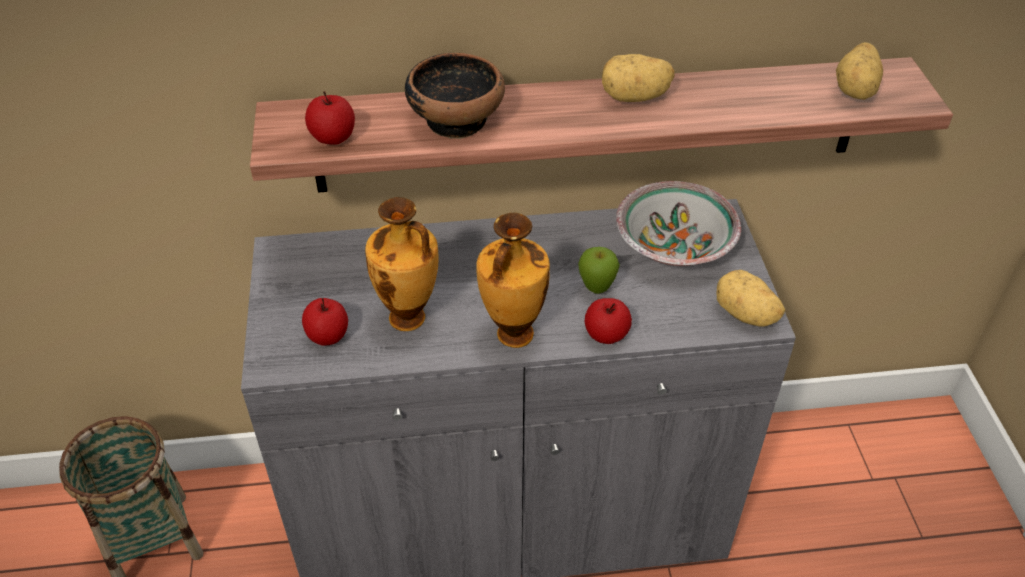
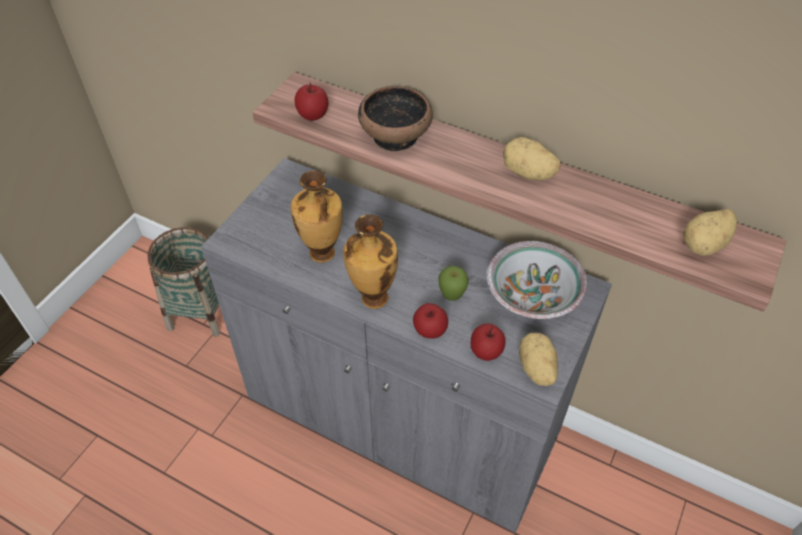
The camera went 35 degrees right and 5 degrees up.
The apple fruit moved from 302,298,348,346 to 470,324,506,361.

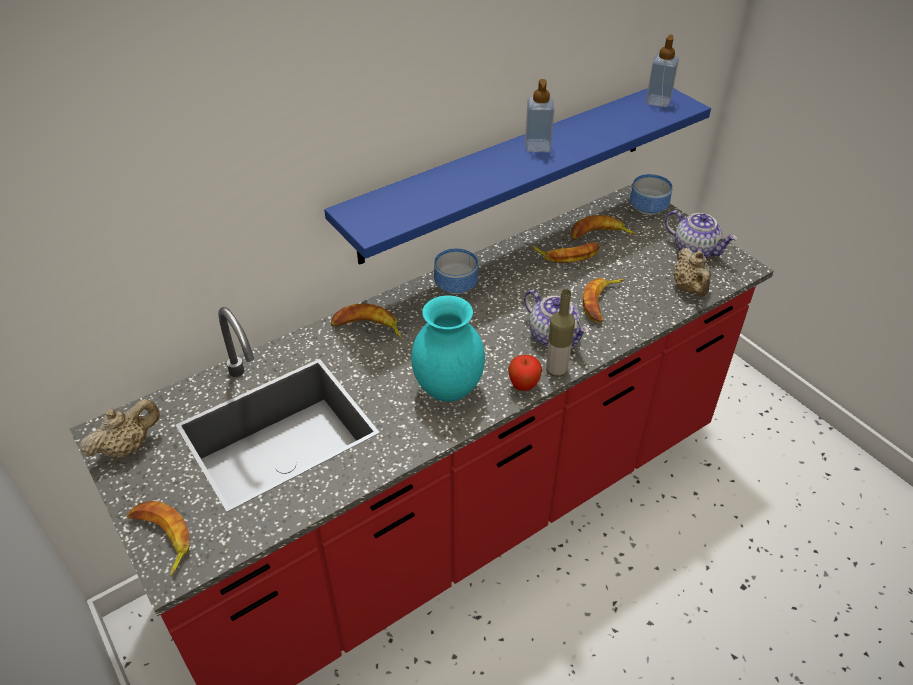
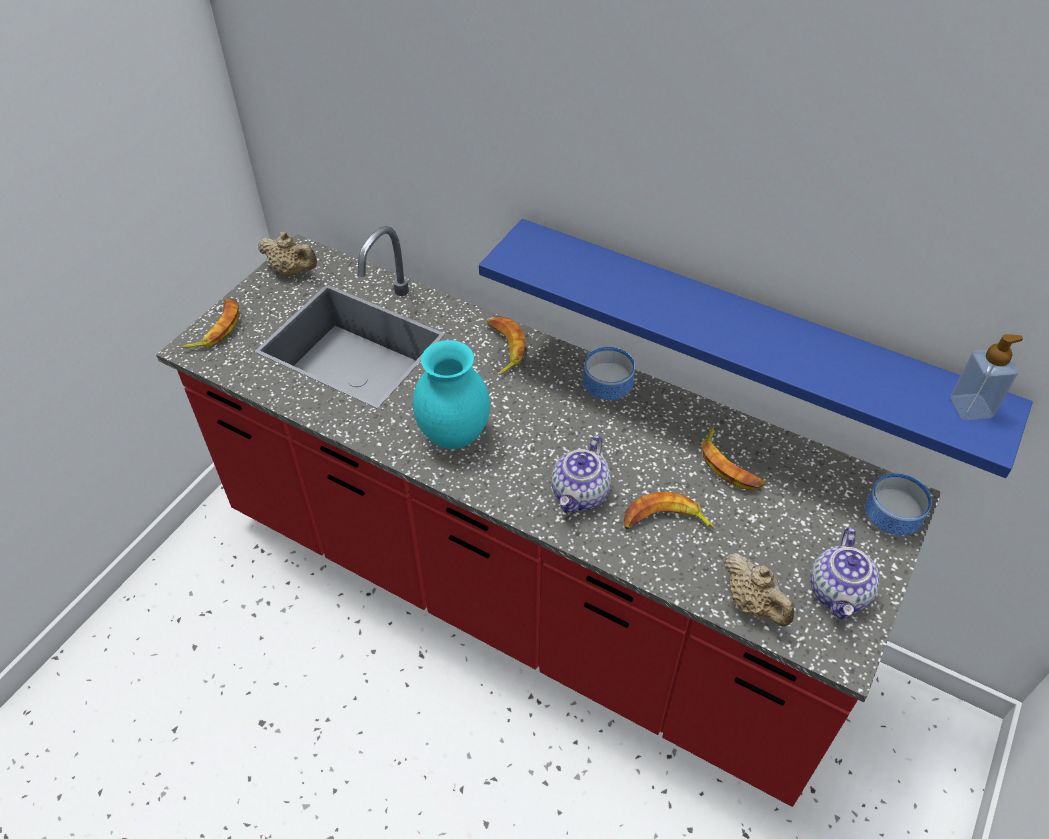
The camera went 65 degrees right and 5 degrees up.
The sand-coloured pot for tea at 674,248,711,297 turned 90 degrees counterclockwise.
The apple fruit at 508,355,542,391 disappeared.
The soap dispenser at 525,79,554,152 disappeared.
The drink bottle at 546,289,575,377 disappeared.
The banana at 571,215,637,240 disappeared.

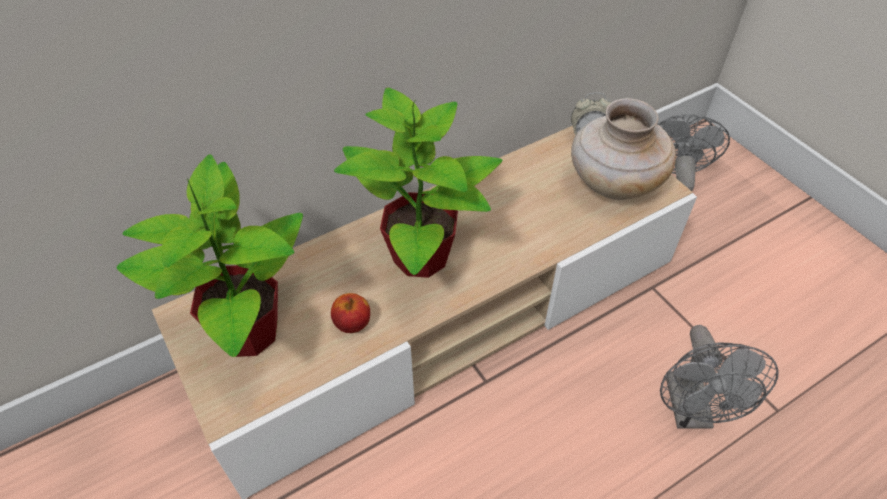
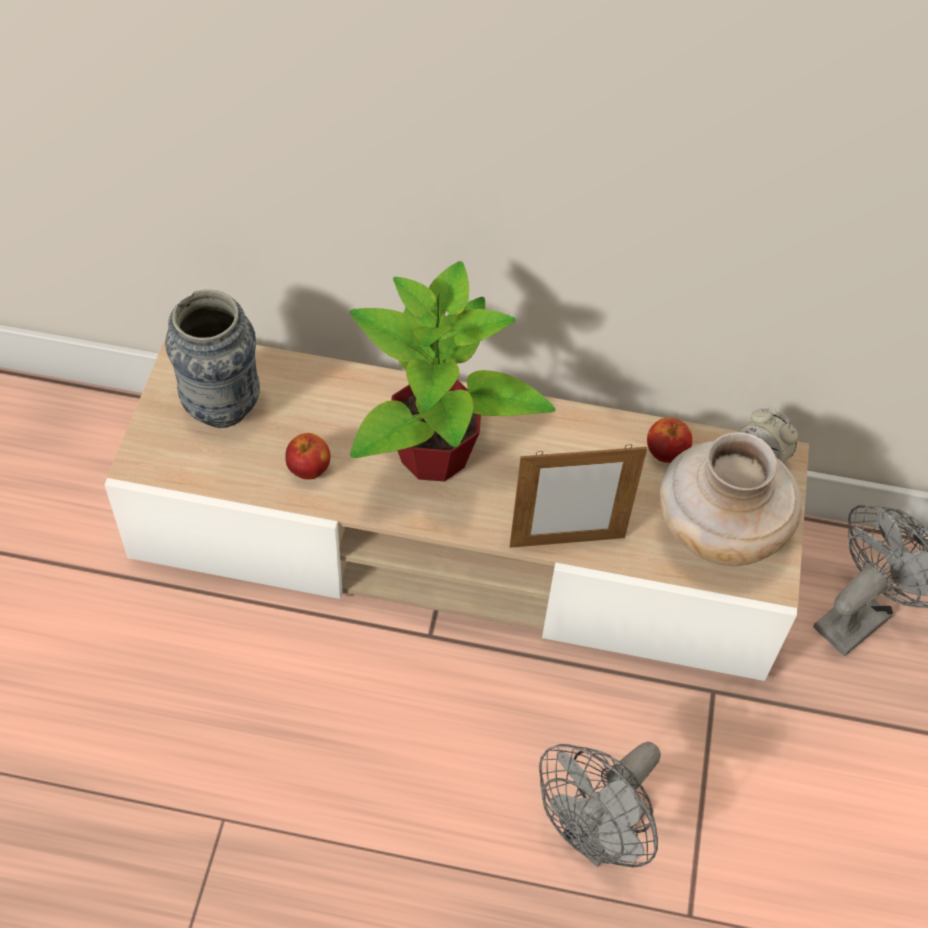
The camera went 40 degrees right and 5 degrees up.
The plant in a pot at 117,154,303,357 was replaced by the decorative vase at 165,289,260,428.
The standing frame at 510,444,647,548 appeared.
The apple fruit at 647,418,692,463 appeared.

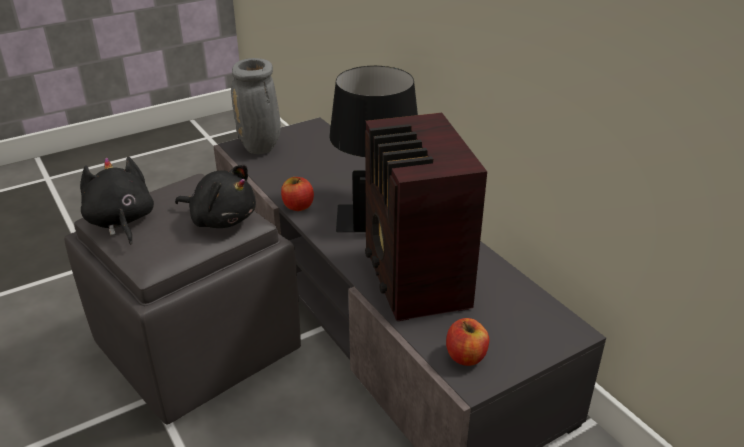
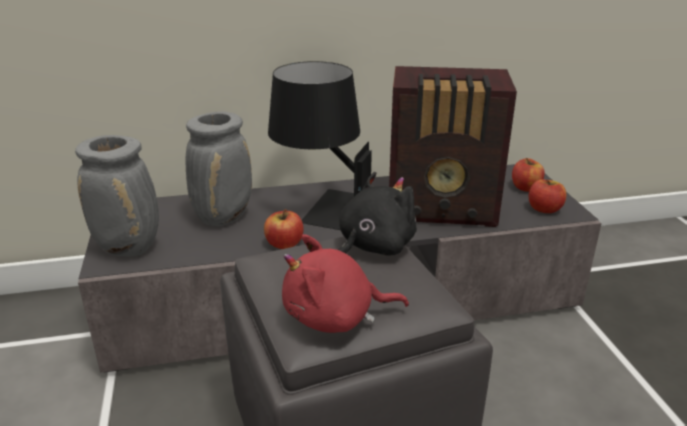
The camera went 70 degrees left and 5 degrees down.
The greyish decorative vase at 185,112,252,226 appeared.
The blackish cuddly toy at 80,156,154,245 became the reddish cuddly toy at 282,234,409,333.
The apple fruit at 512,158,545,192 appeared.

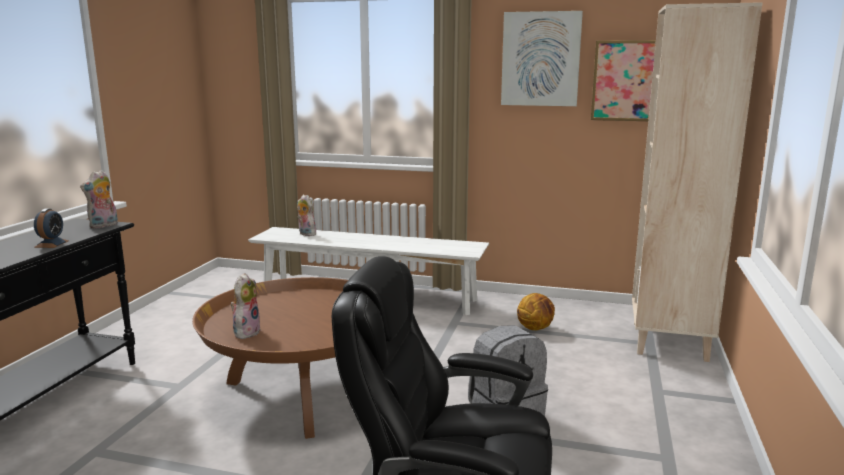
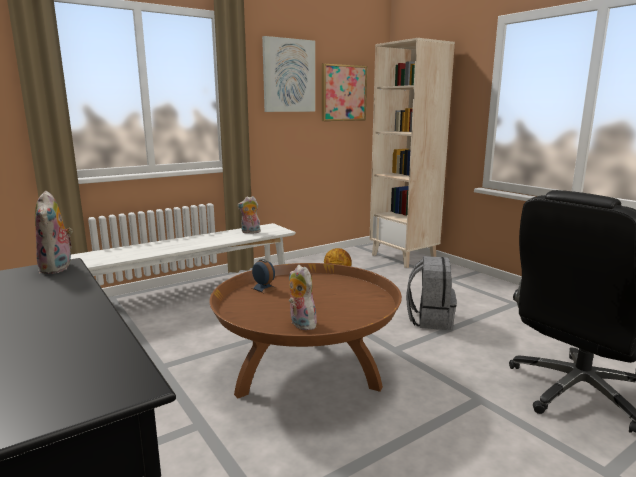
The camera went 50 degrees left and 0 degrees up.
The cuddly toy moved from 297,194,316,236 to 237,196,261,233.
The bedside clock moved from 34,208,69,248 to 251,259,277,294.

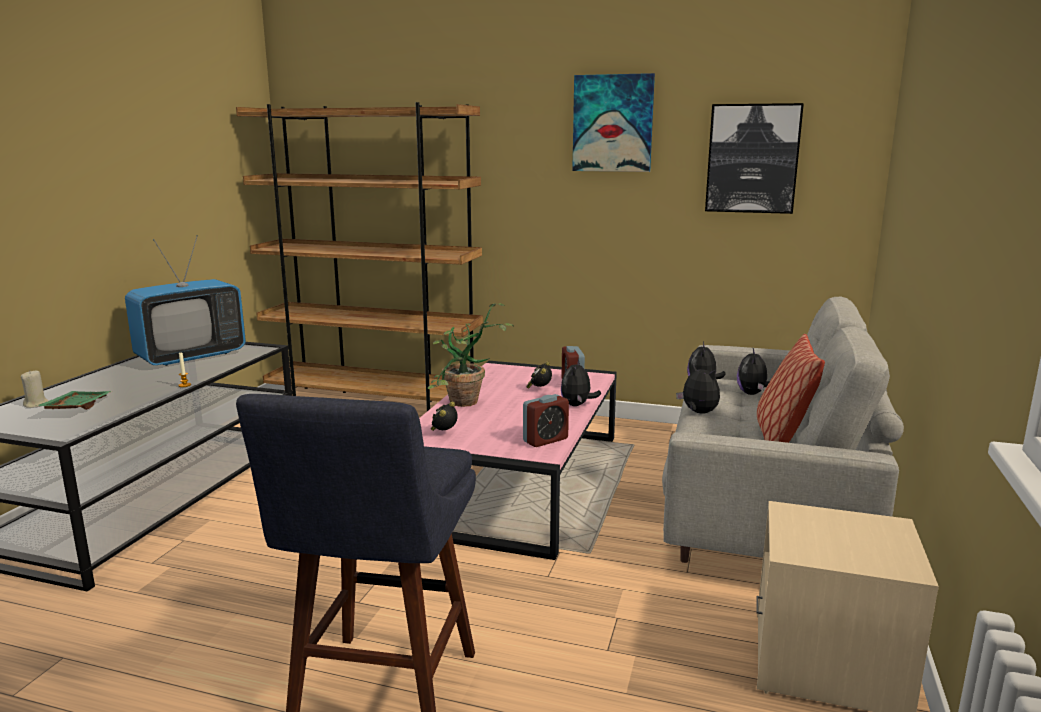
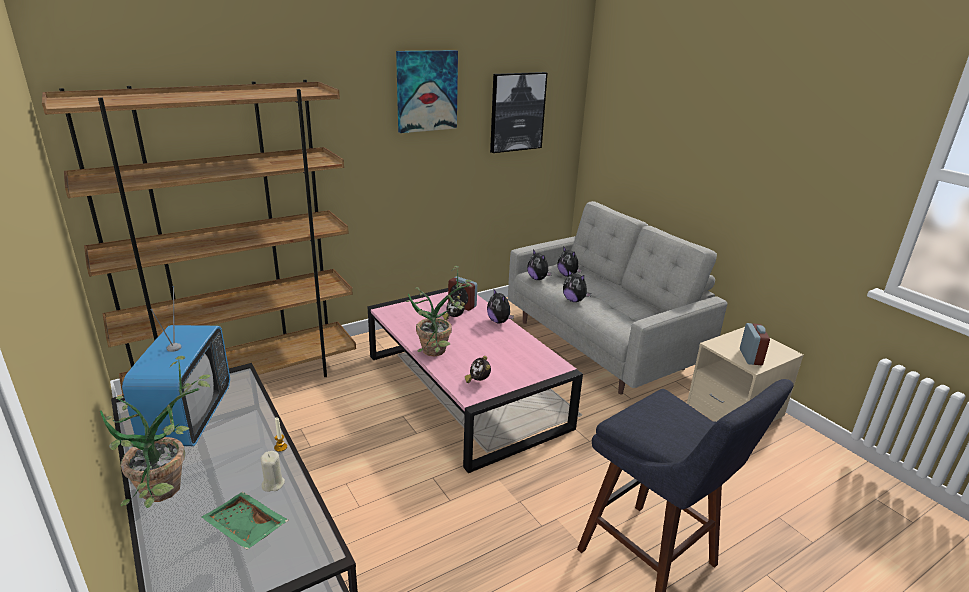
The camera went 50 degrees left and 10 degrees up.
The plant in a pot at 100,356,211,508 appeared.
The sand-coloured wax light moved from 21,371,48,408 to 261,451,285,492.
The cuddly toy at 676,364,720,414 turned 135 degrees counterclockwise.
The bedside clock moved from 523,394,569,447 to 740,323,770,365.
The pillow at 757,334,825,443 disappeared.

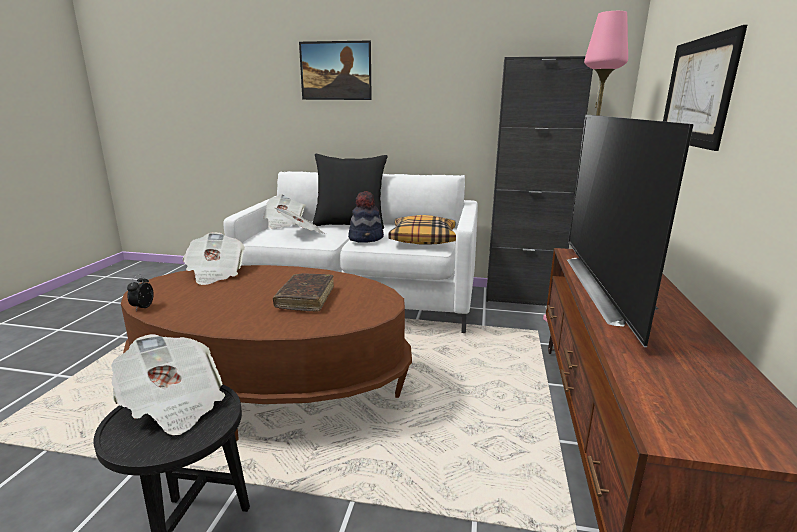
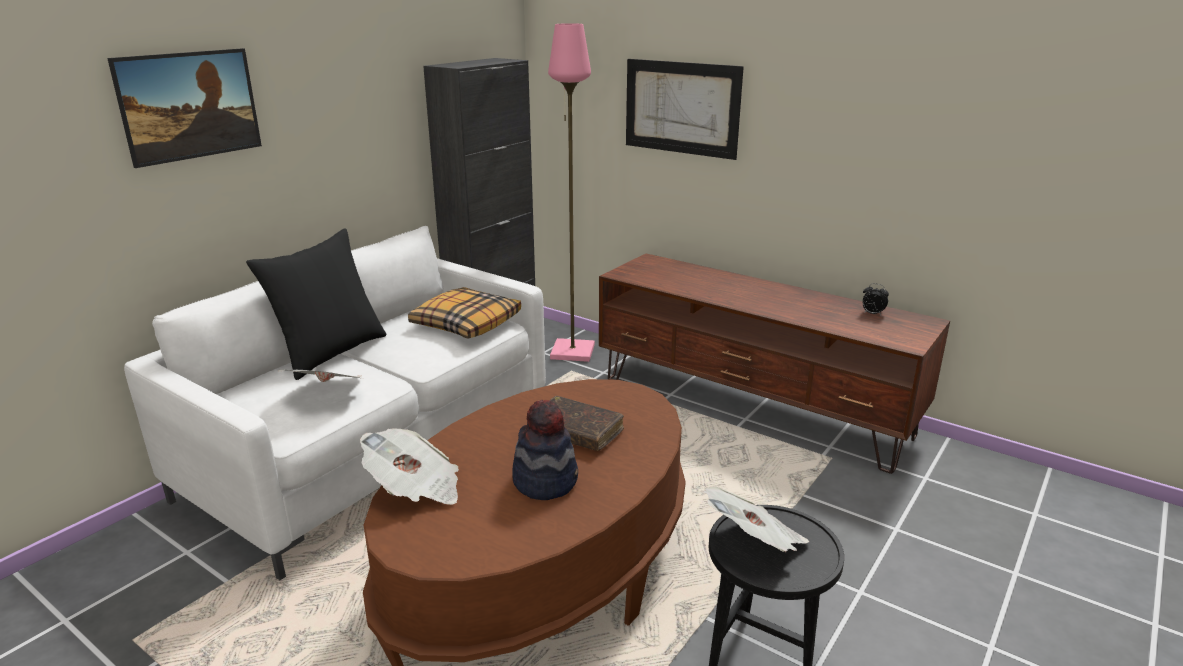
The camera went 65 degrees left and 5 degrees up.
The hat moved from 348,191,384,243 to 512,400,578,500.
The bedside clock moved from 127,275,154,311 to 863,283,889,315.
The daily paper at 263,194,306,229 disappeared.
The TV at 567,115,694,347 disappeared.

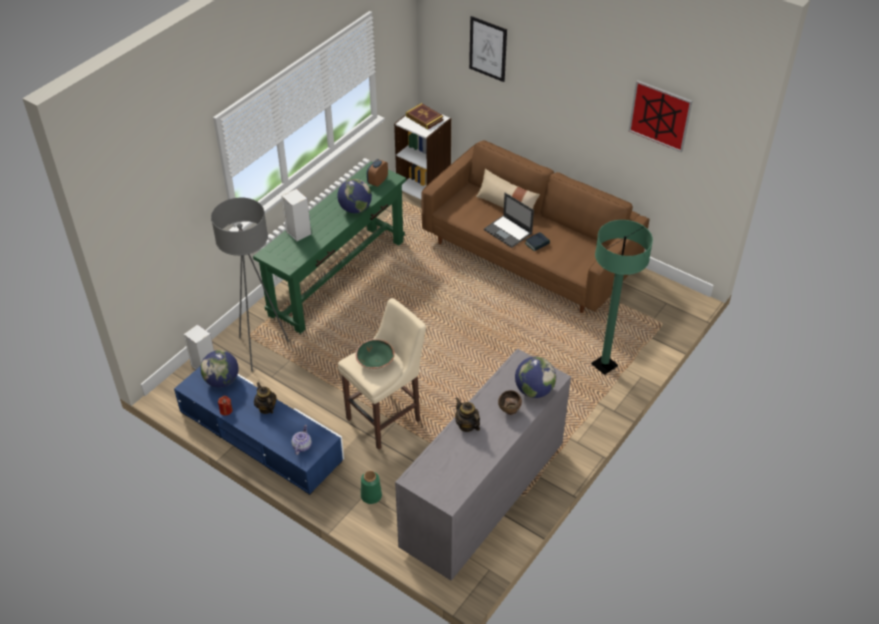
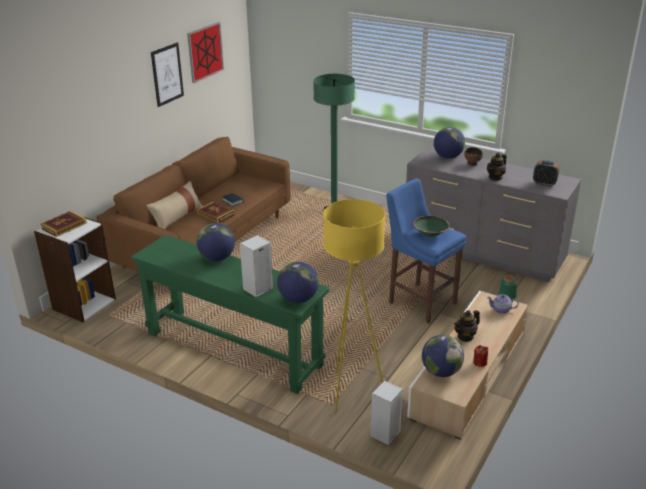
The camera went 95 degrees left and 15 degrees down.
The wall art moved from 469,16,507,82 to 151,43,184,107.
The portable computer at 484,193,534,248 was replaced by the book at 197,202,235,223.
The desk globe at 277,261,319,303 appeared.
The greyish standing lamp at 211,198,289,372 became the yellow standing lamp at 323,199,385,412.
The sand-coloured stool at 338,298,426,450 became the bluish stool at 386,178,466,324.
The bluish tv stand at 174,366,344,495 became the sand-coloured tv stand at 407,291,528,440.
The bedside clock moved from 367,159,388,187 to 533,160,560,187.

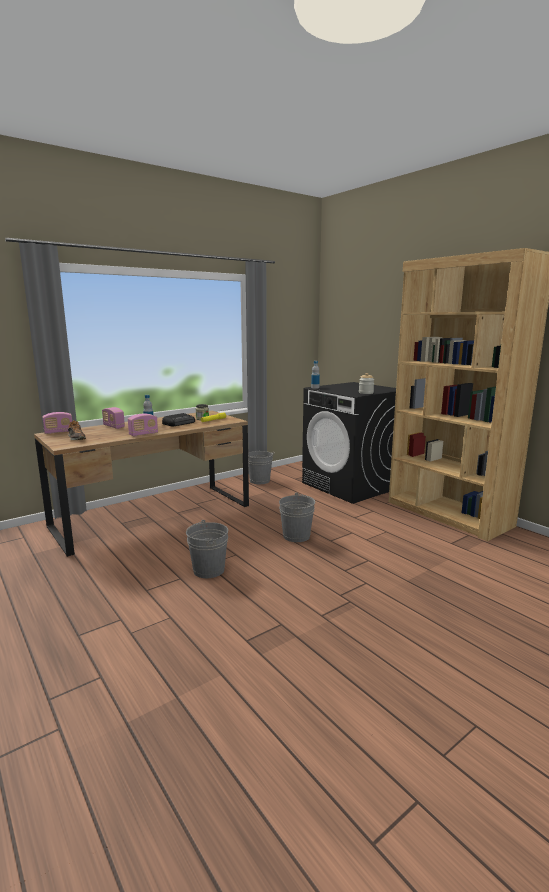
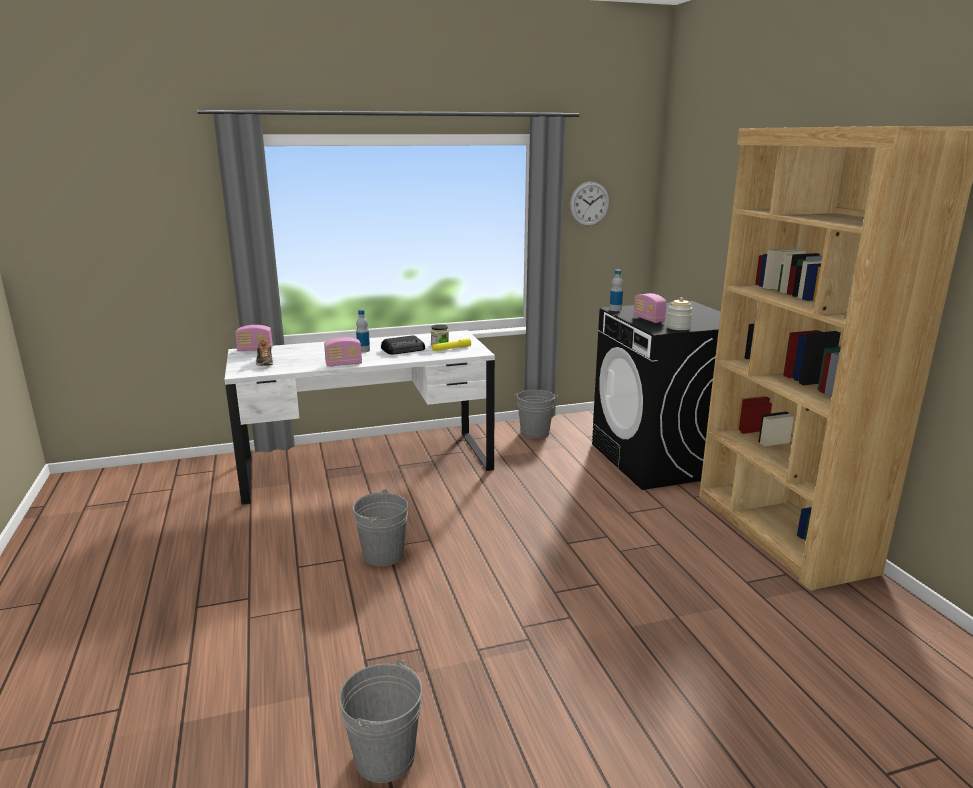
The camera went 20 degrees right and 5 degrees up.
The brownish desk table at 34,411,249,557 became the white desk table at 225,330,495,505.
The greyish pail moved from 279,493,315,542 to 339,660,422,783.
The wall clock at 570,182,610,226 appeared.
The radio set moved from 102,407,125,429 to 634,293,667,323.

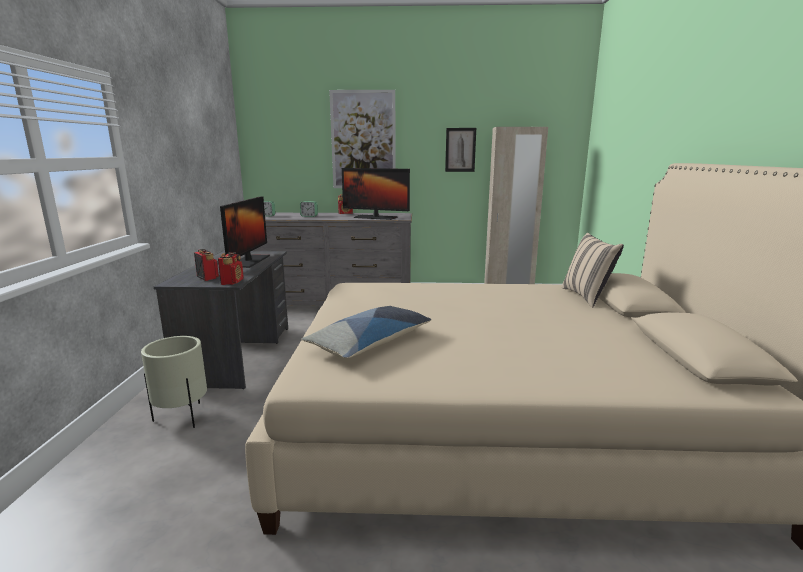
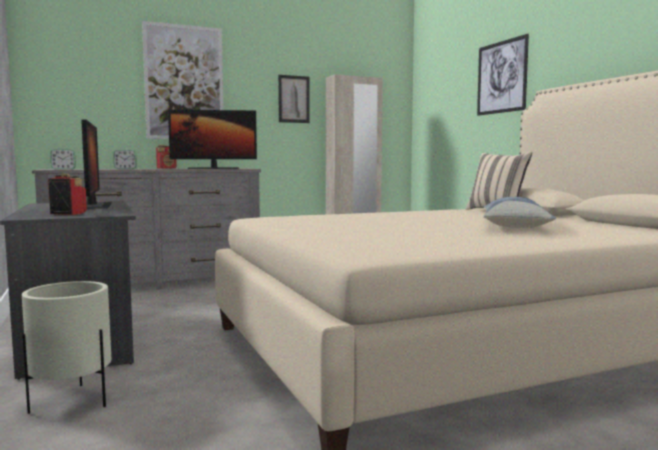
The camera went 25 degrees left and 10 degrees down.
The wall art at 477,34,529,116 appeared.
The pillow moved from 302,306,432,358 to 483,197,556,228.
The radio set at 218,252,244,285 disappeared.

